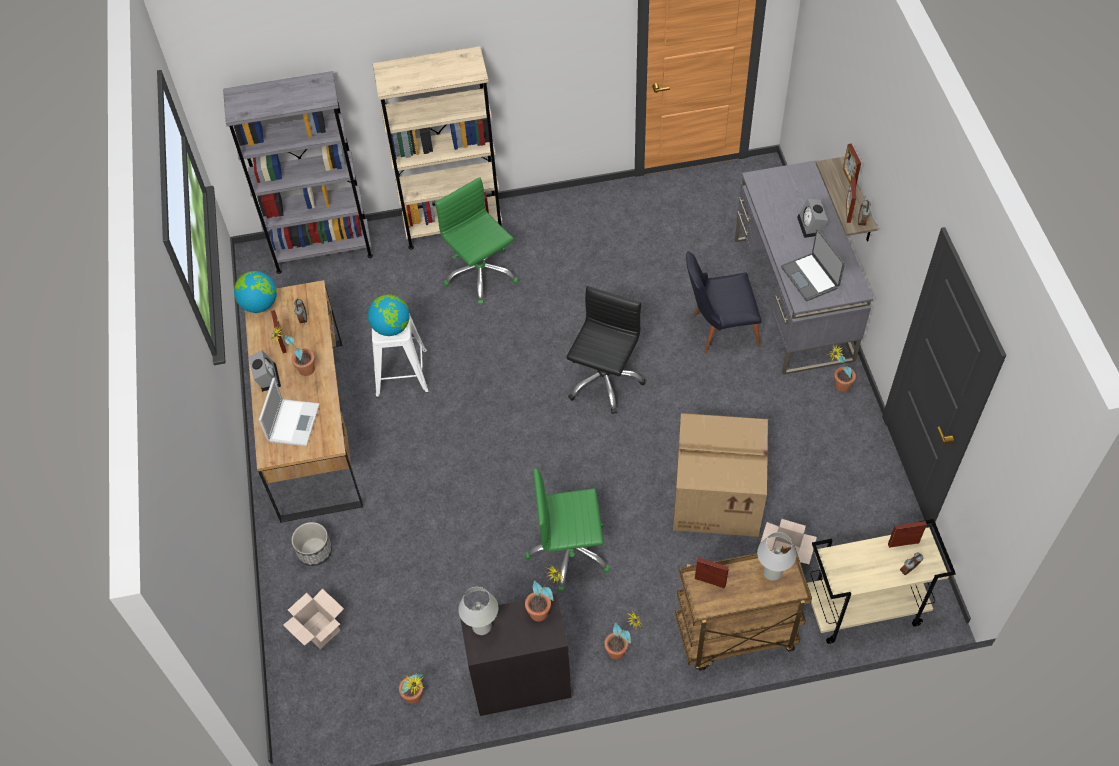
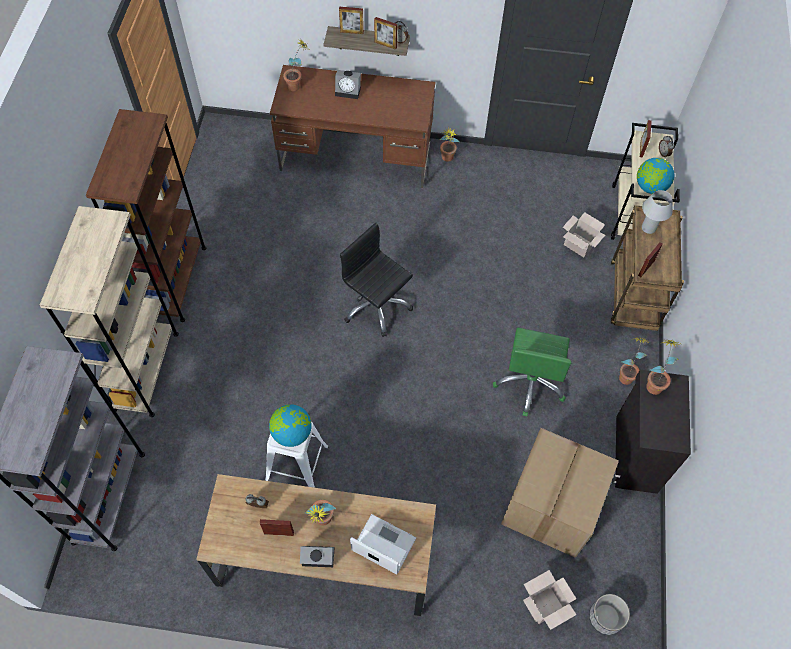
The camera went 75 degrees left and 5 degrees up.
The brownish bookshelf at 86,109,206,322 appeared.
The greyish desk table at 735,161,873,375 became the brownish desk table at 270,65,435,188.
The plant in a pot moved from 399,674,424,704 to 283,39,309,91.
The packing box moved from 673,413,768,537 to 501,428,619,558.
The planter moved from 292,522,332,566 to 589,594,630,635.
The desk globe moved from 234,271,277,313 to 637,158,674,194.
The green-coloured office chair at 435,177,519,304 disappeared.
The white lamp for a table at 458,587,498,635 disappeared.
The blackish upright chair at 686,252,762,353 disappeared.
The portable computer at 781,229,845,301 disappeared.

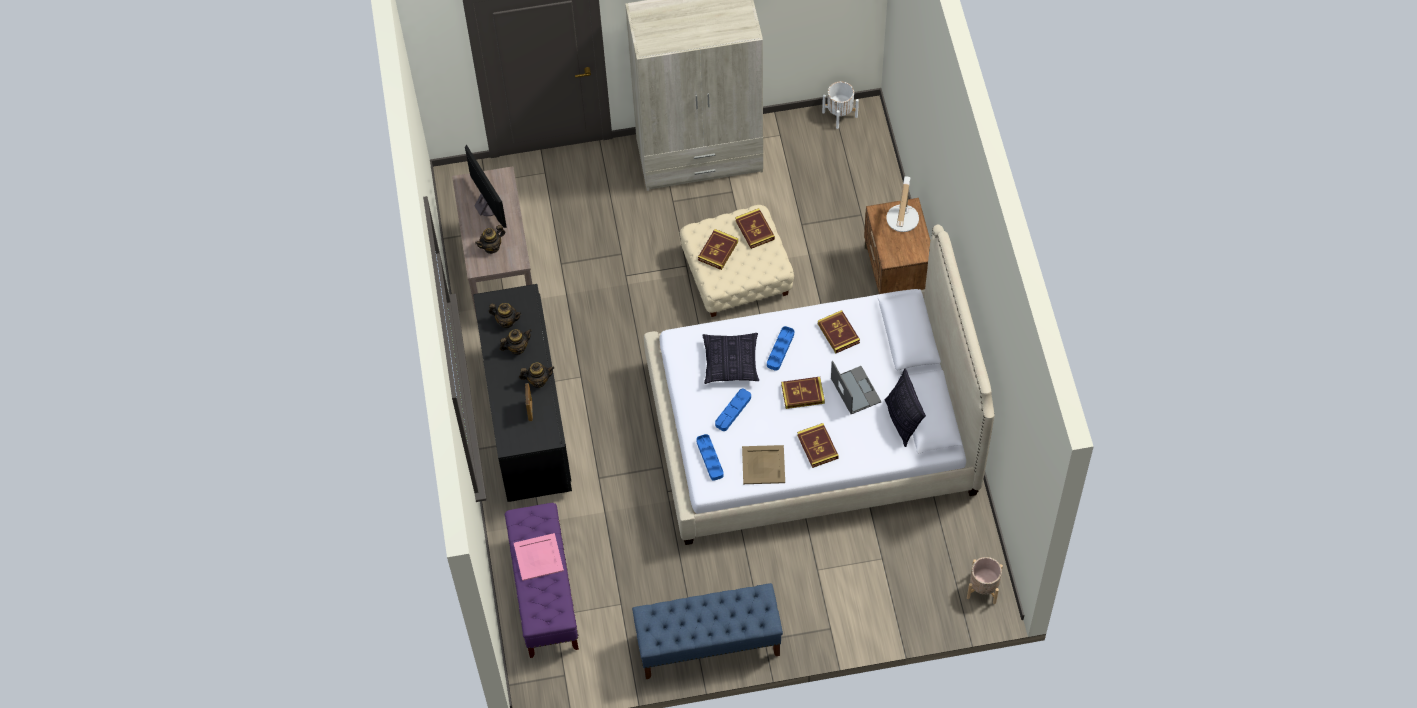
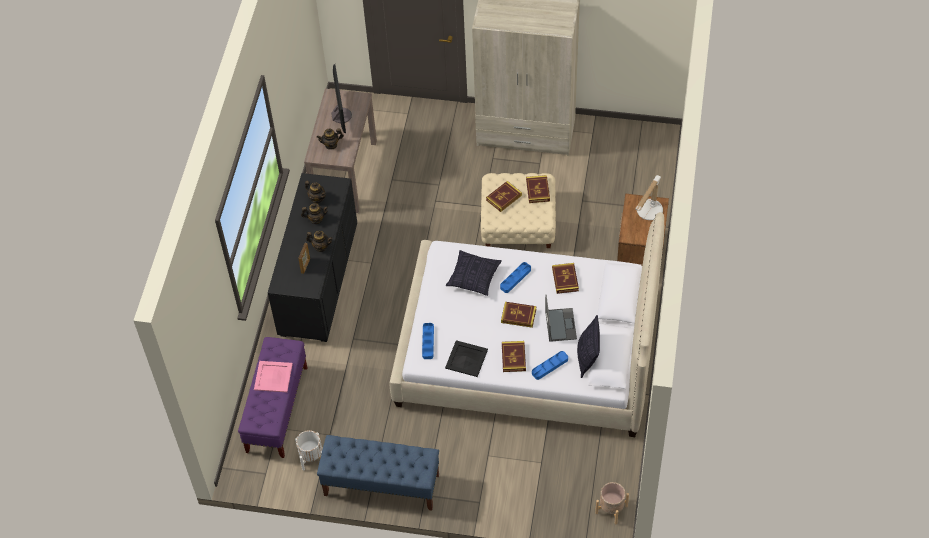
The camera went 20 degrees right and 5 degrees down.
The white planter moved from 822,81,859,129 to 295,430,322,471.
The sand-coloured carrying tray at 742,445,785,484 became the blackish carrying tray at 445,340,488,377.
The bluish carrying tray moved from 715,389,751,431 to 532,351,568,380.

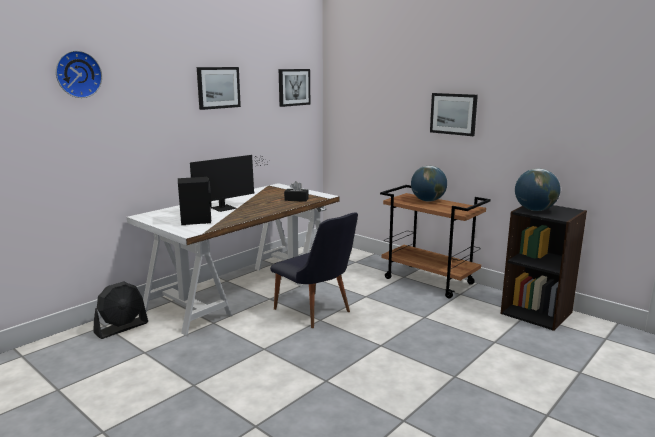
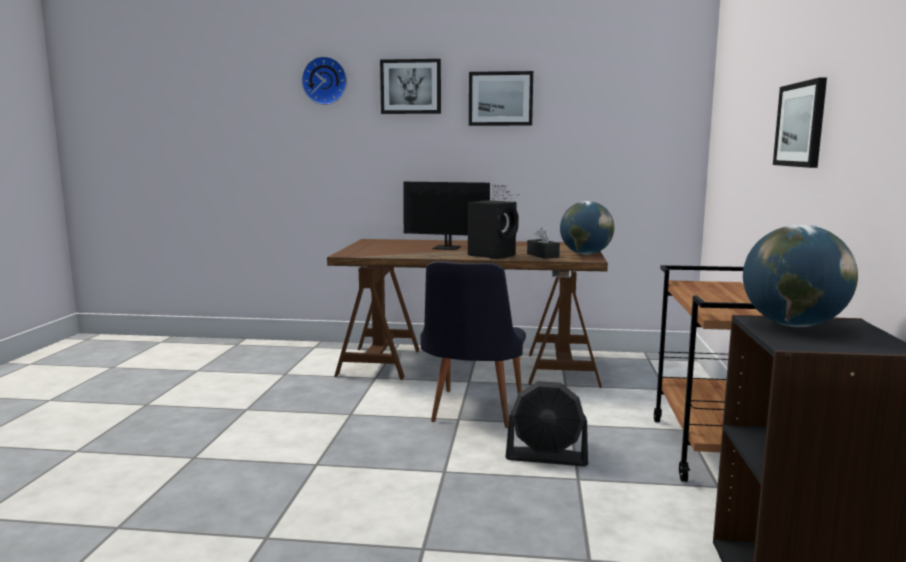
The camera went 55 degrees right and 5 degrees down.
The white desk table at 127,183,340,336 became the brownish desk table at 327,239,608,388.
The wall art moved from 279,69,310,107 to 380,59,441,114.
The blackish loudspeaker moved from 178,177,211,225 to 468,200,519,259.
The blackish cooling fan moved from 93,281,148,339 to 505,381,588,466.
The desk globe moved from 411,166,447,202 to 560,201,614,255.

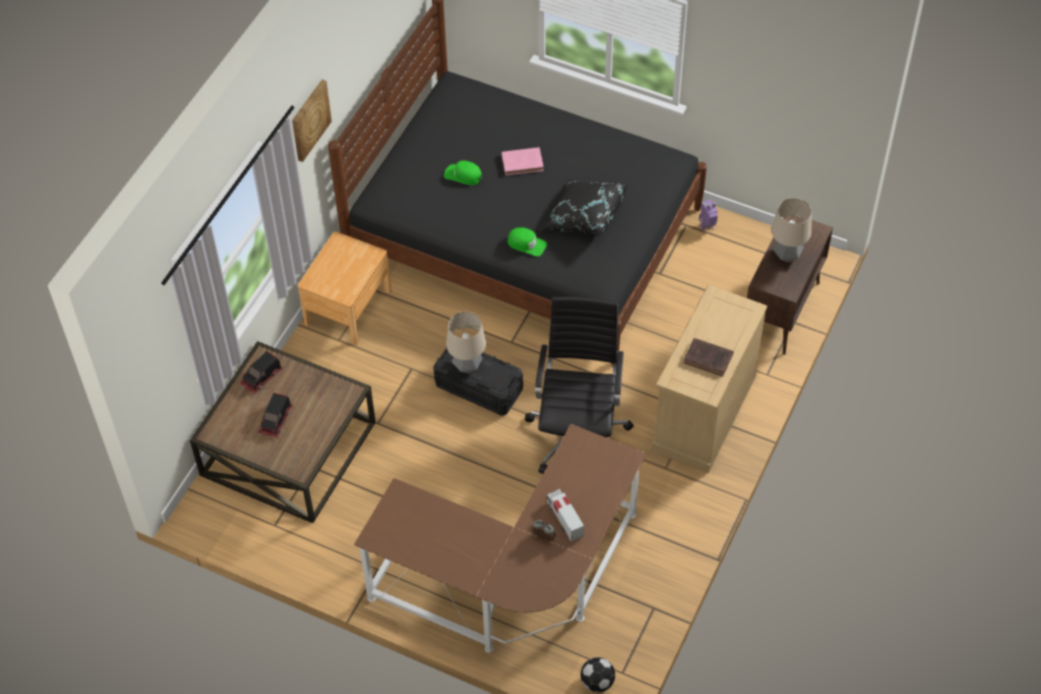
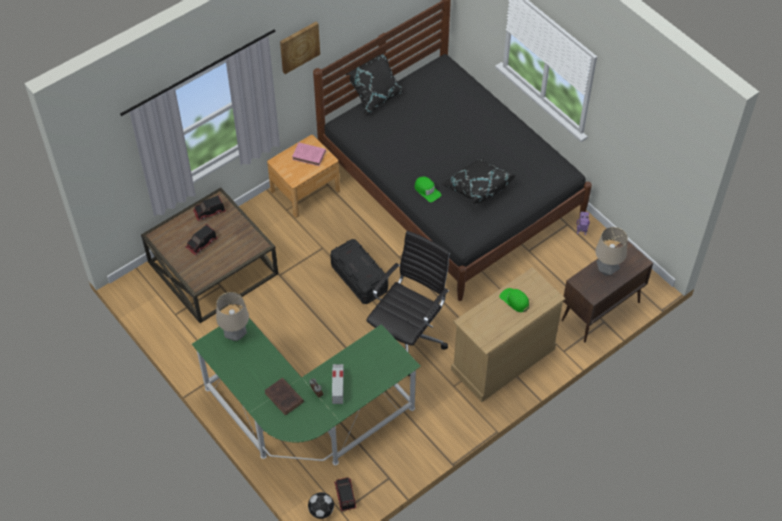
The camera went 25 degrees right and 0 degrees up.
The brownish desk table at 354,424,647,653 became the green-coloured desk table at 192,318,421,465.
The lamp for a table moved from 446,311,486,374 to 216,292,249,341.
The brownish book moved from 684,338,734,377 to 264,378,304,415.
The pink book moved from 502,147,544,175 to 292,142,326,166.
The toy truck at 335,477,356,511 appeared.
The blackish pillow at 346,54,404,116 appeared.
The green-coloured baseball cap moved from 444,160,482,185 to 499,288,529,312.

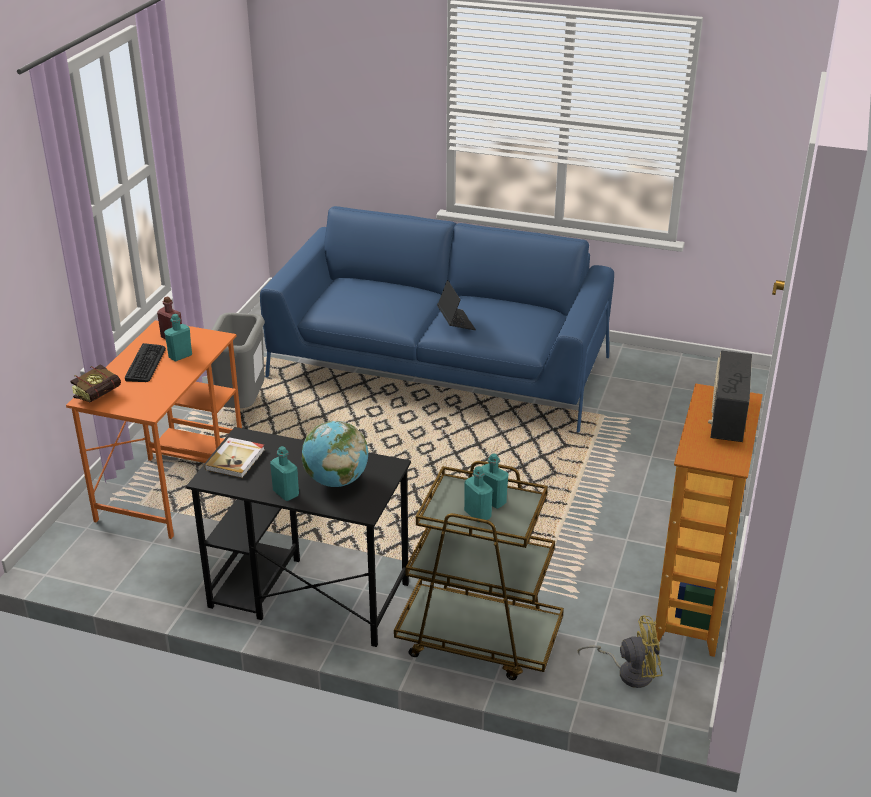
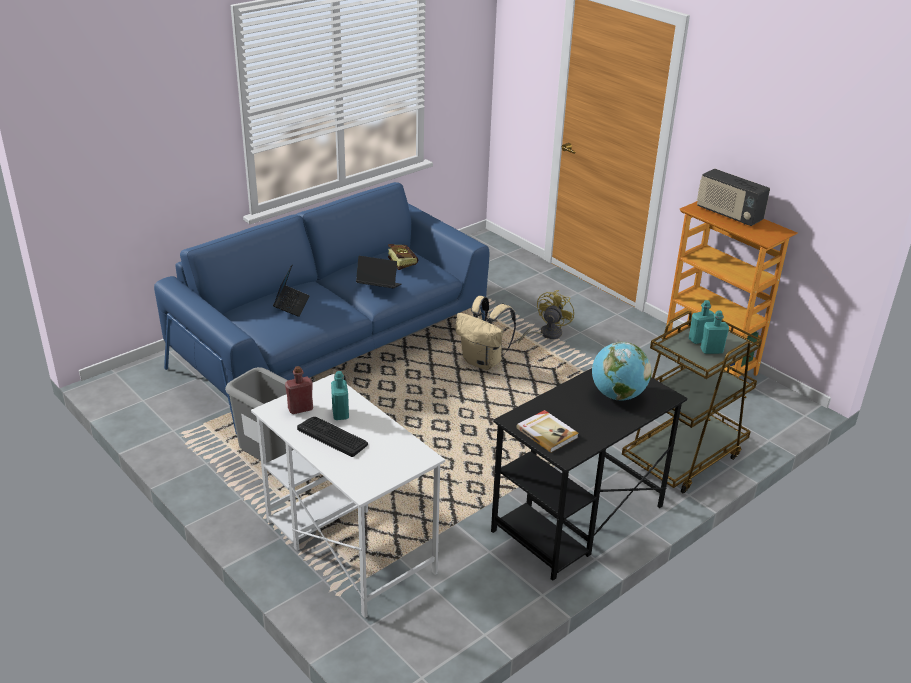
The camera went 60 degrees left and 0 degrees up.
The orange desk table at 66,320,242,539 became the white desk table at 251,374,445,618.
The portable computer at 273,264,310,317 appeared.
The book moved from 71,364,121,402 to 388,244,418,270.
The sand-coloured rucksack at 455,296,516,370 appeared.
The yellow cooling fan moved from 578,615,663,688 to 518,290,574,344.
The blue-green drink bottle at 270,446,299,501 disappeared.

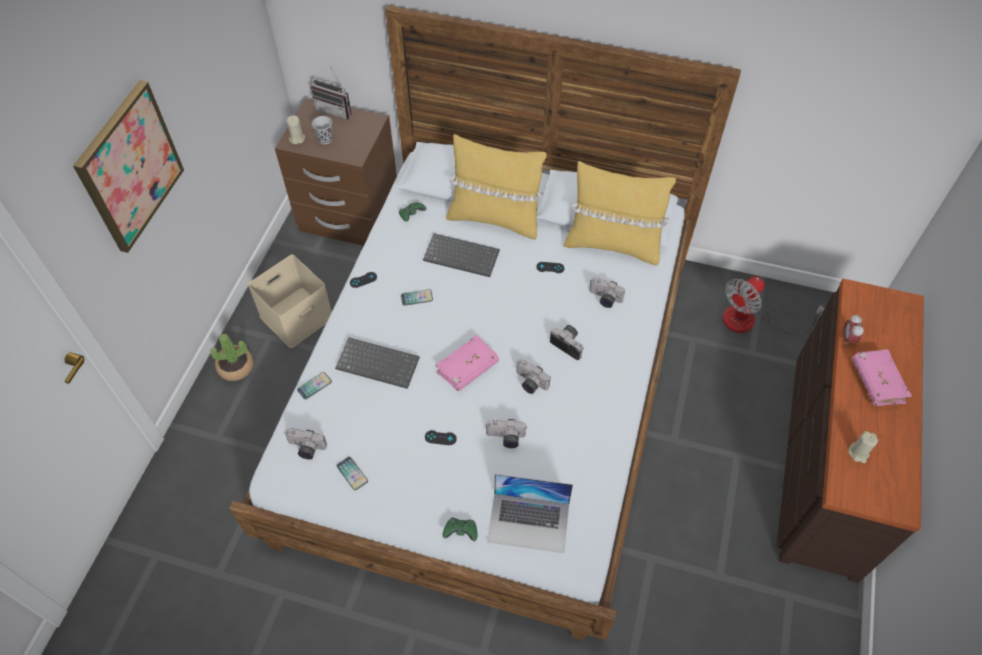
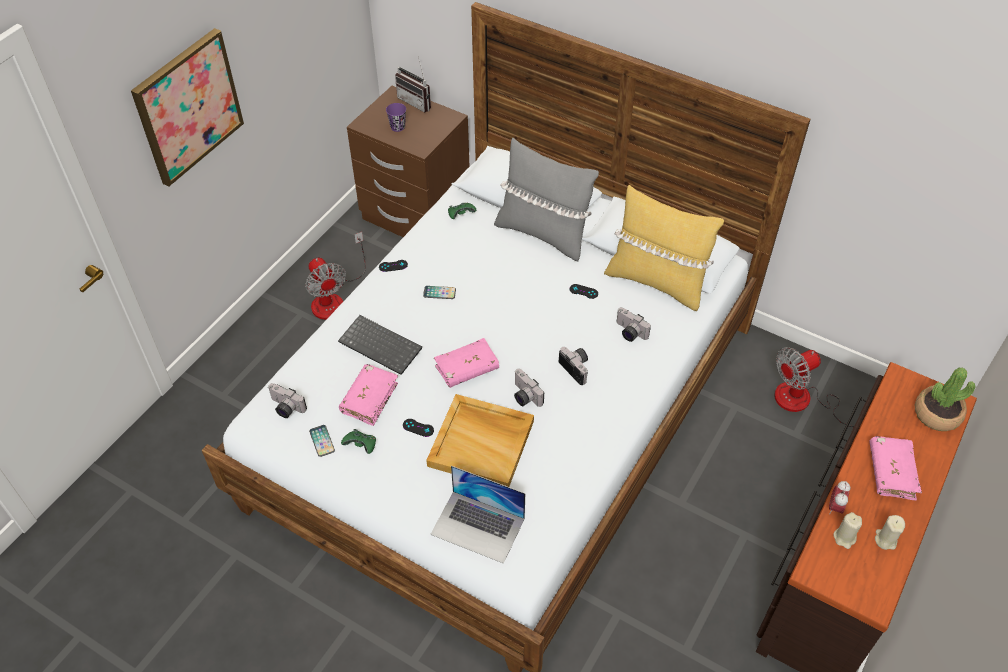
The camera went 15 degrees right and 5 degrees down.
The sand-coloured storage container at 248,254,332,348 was replaced by the cooling fan at 305,232,366,320.
The pink book at 339,364,398,426 appeared.
The green-coloured game controller moved from 443,517,477,541 to 341,429,376,454.
The blackish cup at 312,116,333,144 became the purplish cup at 386,103,406,132.
The still camera at 486,419,527,448 was replaced by the sand-coloured carrying tray at 426,394,534,487.
The yellow pillow at 446,134,547,240 became the greyish pillow at 494,138,599,261.
The bedside clock moved from 843,315,864,344 to 829,481,851,514.
The sand-coloured wax light moved from 287,115,305,144 to 875,515,905,550.
The plant in a pot moved from 211,334,254,381 to 915,368,976,431.
The handset at 297,372,332,399 disappeared.
The computer keyboard at 423,233,500,277 disappeared.

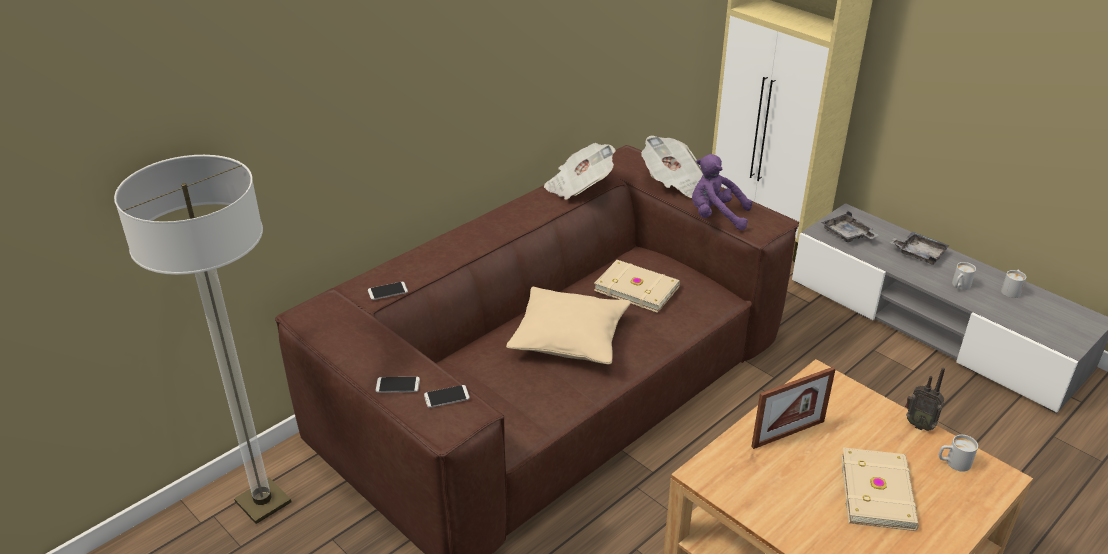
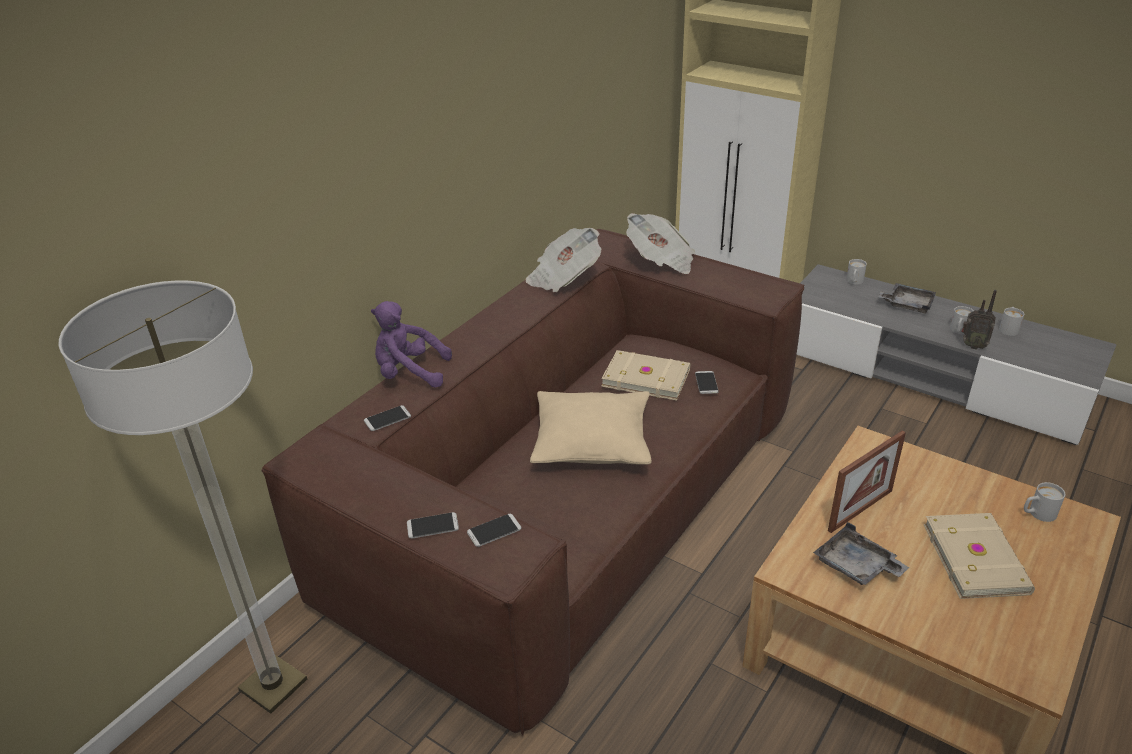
The camera went 10 degrees left and 0 degrees up.
The purplish cuddly toy moved from 692,154,752,230 to 371,301,452,388.
The handset at 695,371,719,394 appeared.
The greyish carrying tray moved from 821,211,879,242 to 813,522,909,585.
The white tea mug at 846,259,867,285 appeared.
The radio set moved from 905,367,945,431 to 961,290,997,350.

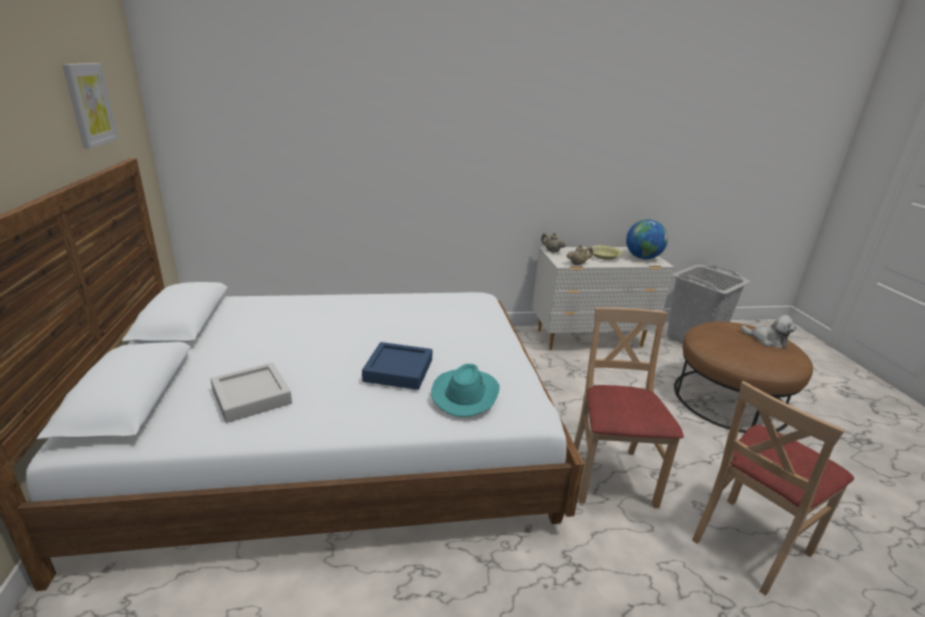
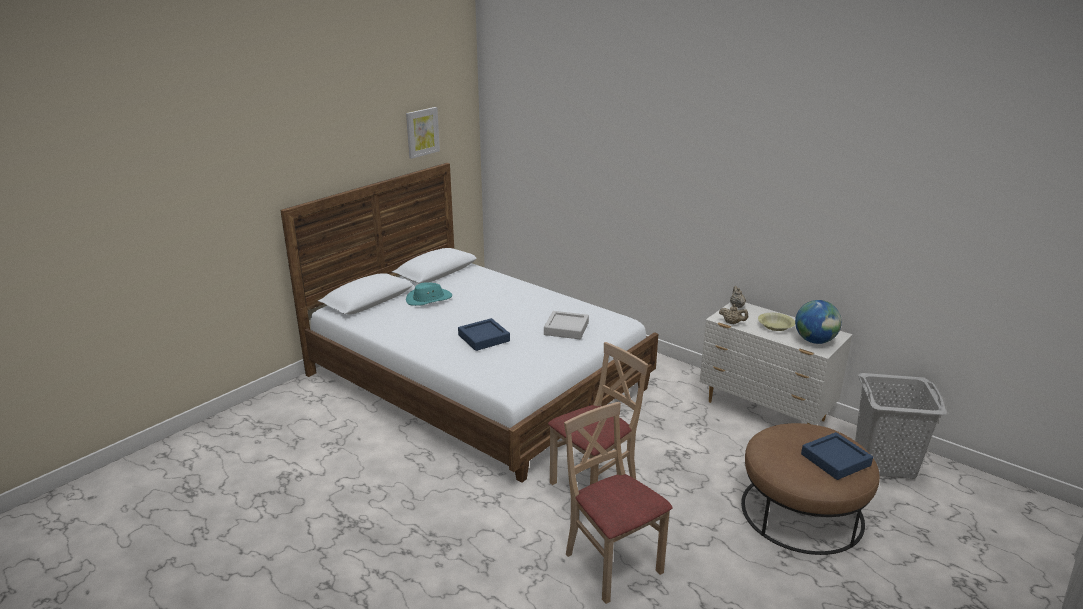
The camera went 50 degrees right and 0 degrees up.
The blue-green hat moved from 431,364,499,417 to 406,282,452,306.
The greyish carrying tray moved from 211,363,292,423 to 544,311,589,339.
The sand-coloured upright chair at 692,381,854,596 turned 45 degrees clockwise.
The cuddly toy at 741,315,796,348 was replaced by the bluish carrying tray at 801,432,873,480.

